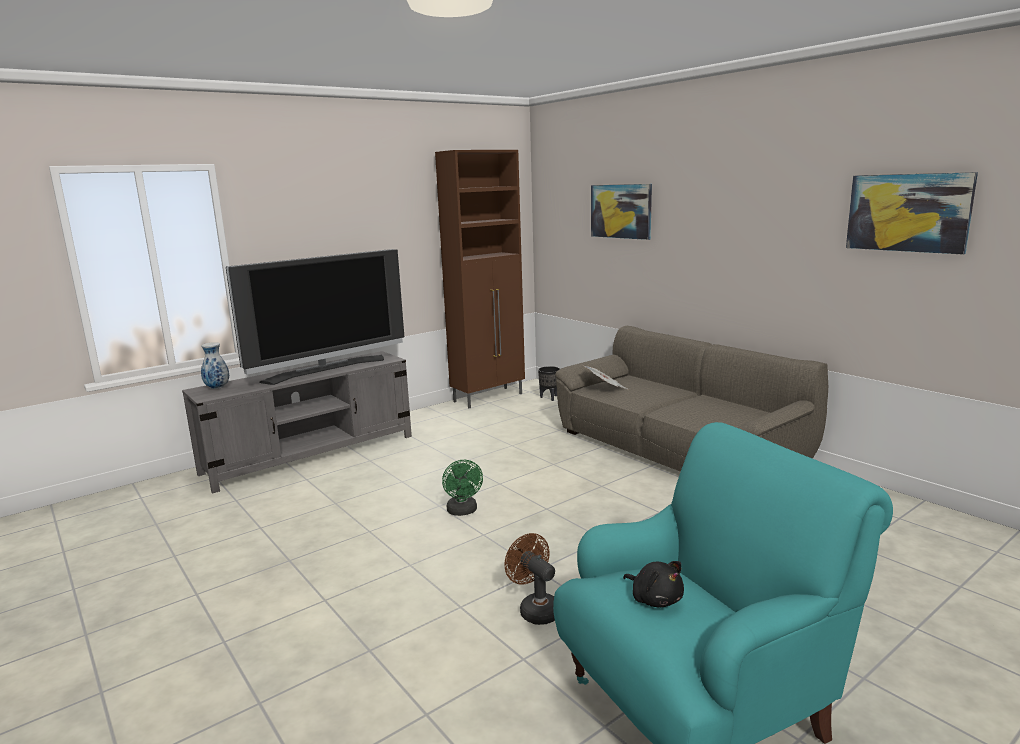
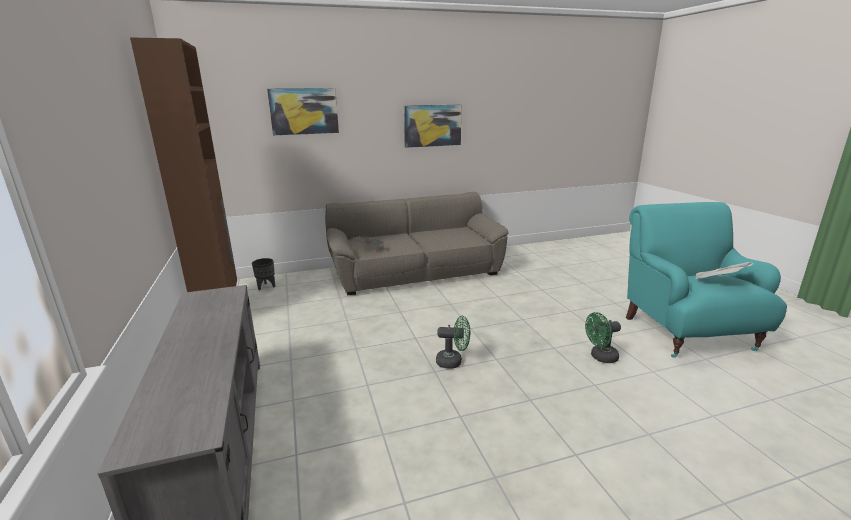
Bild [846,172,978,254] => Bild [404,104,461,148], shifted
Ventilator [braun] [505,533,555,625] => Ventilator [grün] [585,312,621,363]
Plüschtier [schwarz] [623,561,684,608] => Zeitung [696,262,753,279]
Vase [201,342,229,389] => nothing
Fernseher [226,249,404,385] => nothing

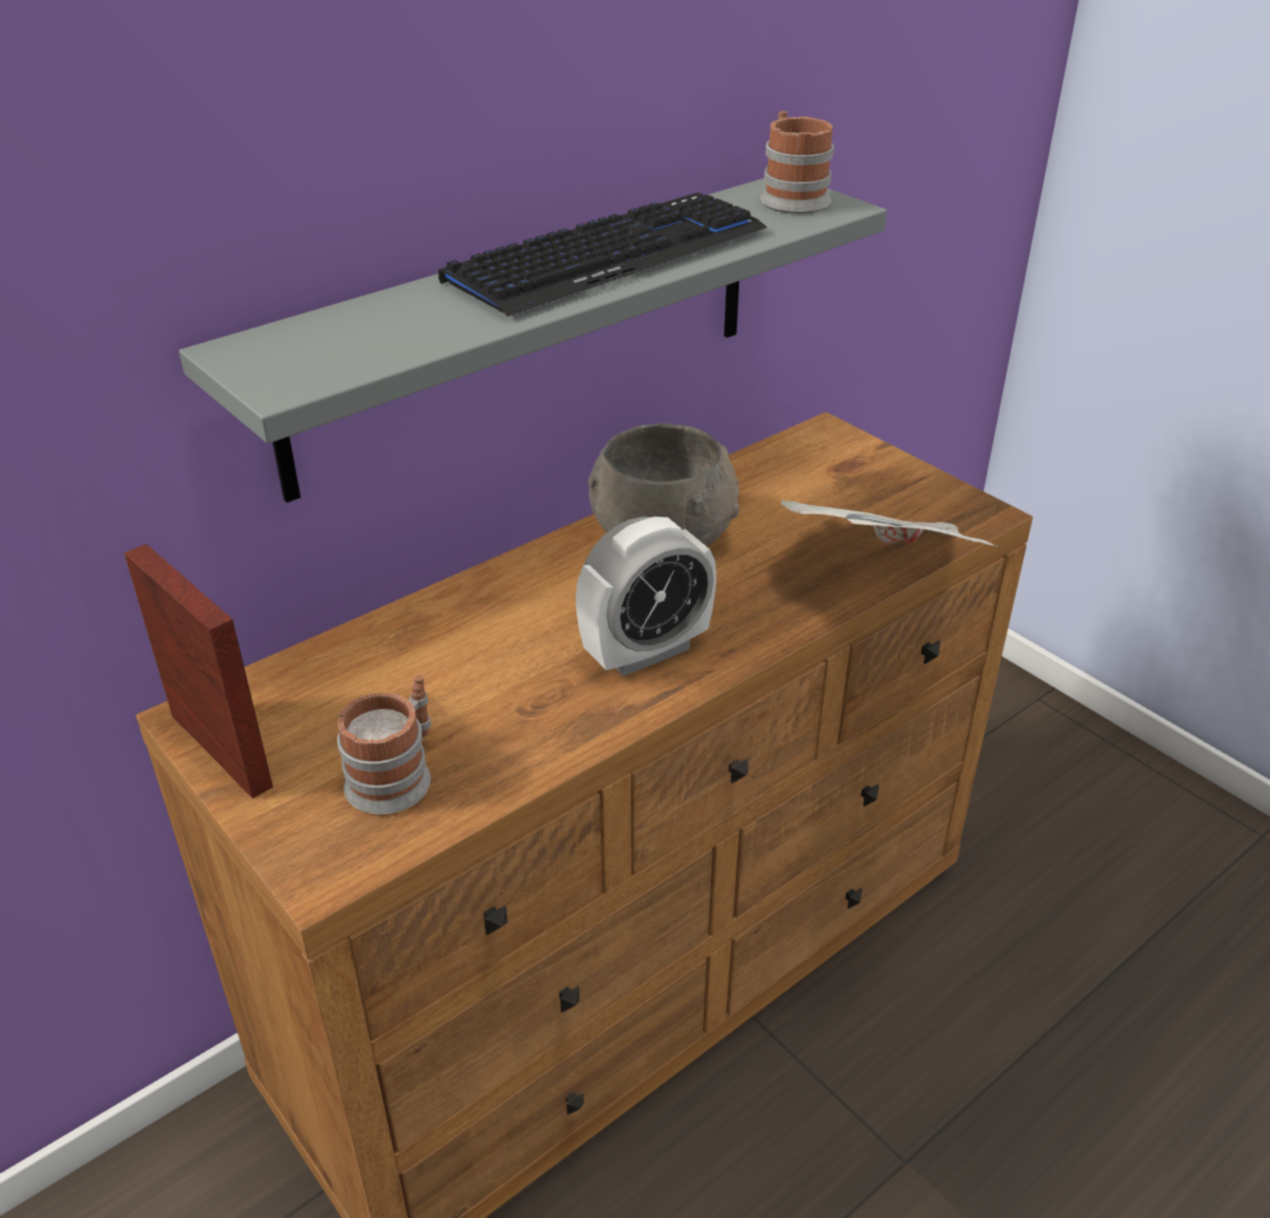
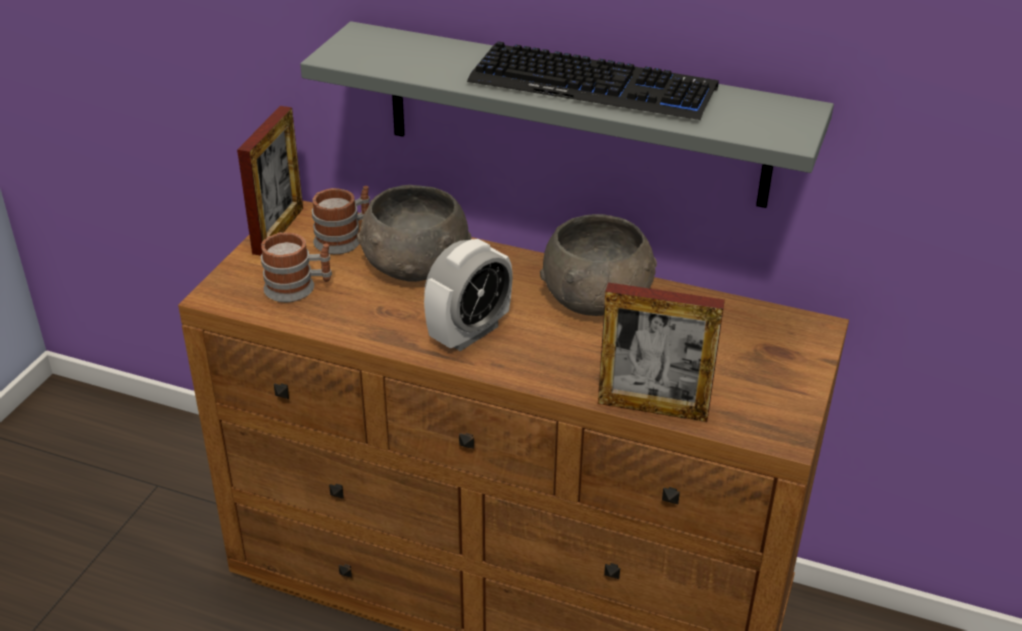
Henkelbecher [761,111,834,214] => Henkelbecher [312,186,370,254], shifted
nothing => Schüssel [grau] [357,185,471,282]
Wecker [575,517,717,676] => Wecker [424,239,513,351], 75 degrees counterclockwise
Zeitung [781,500,1001,548] => Bilderrahmen [598,282,725,422]

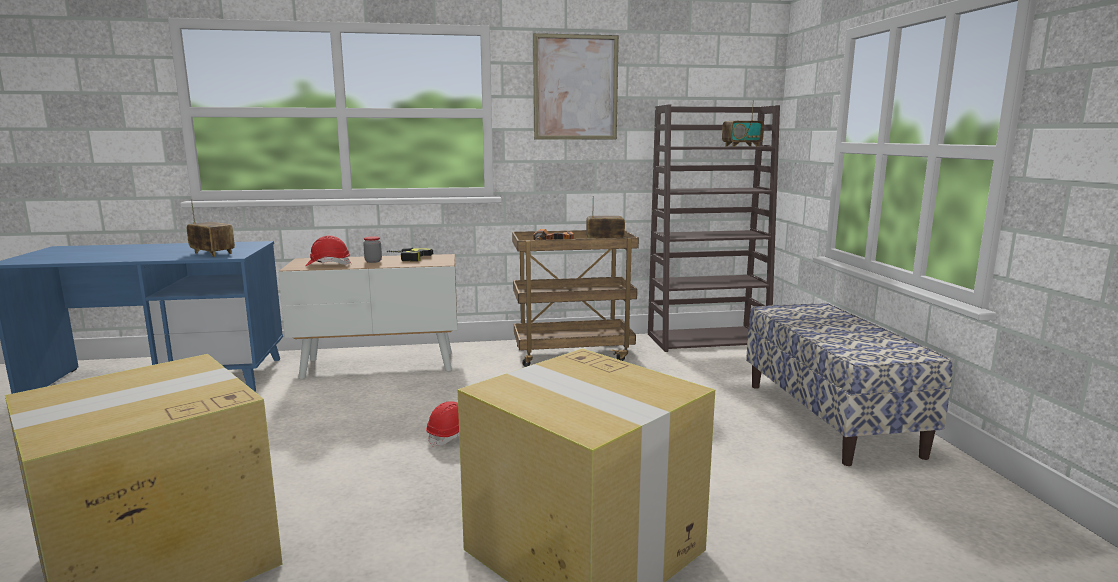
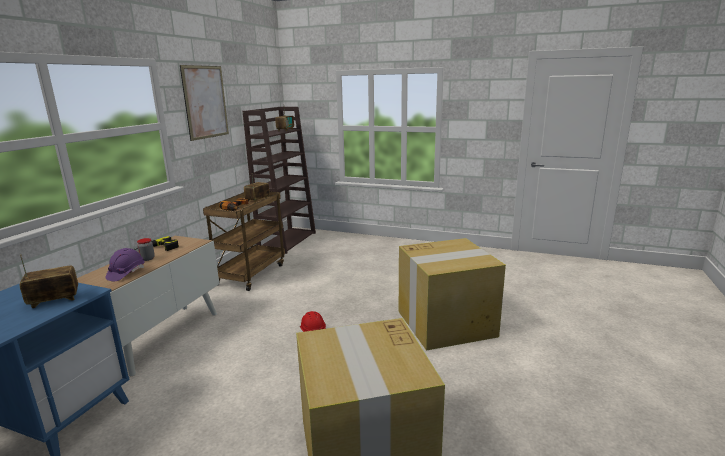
Schutzhelm [rot] [305,235,351,266] => Schutzhelm [lila] [105,248,145,281]
Bank [746,303,953,466] => nothing

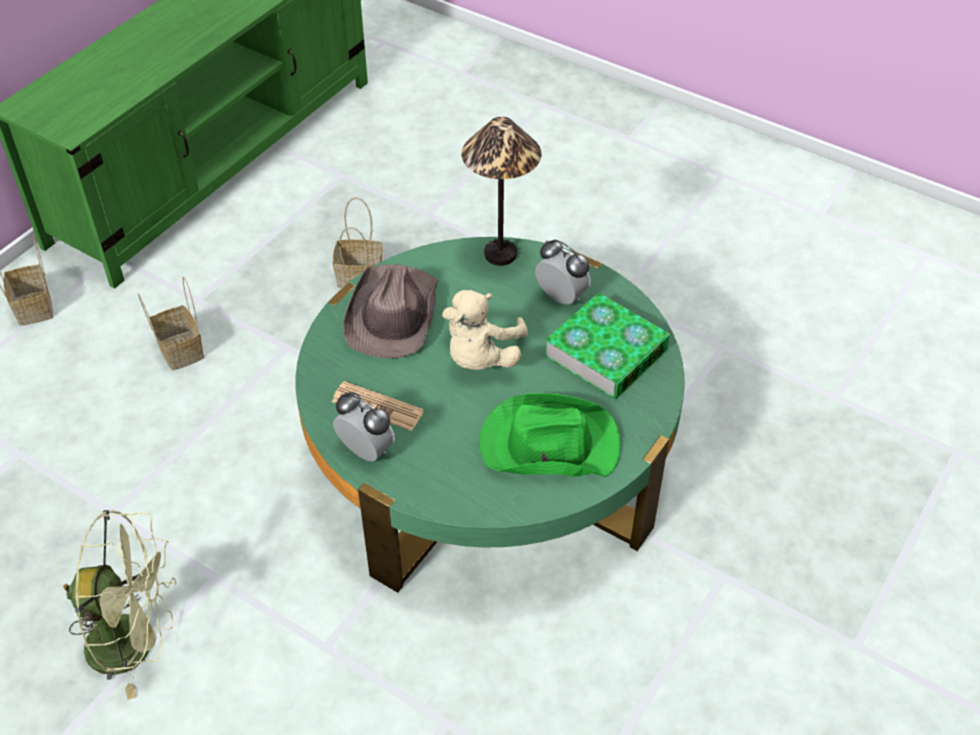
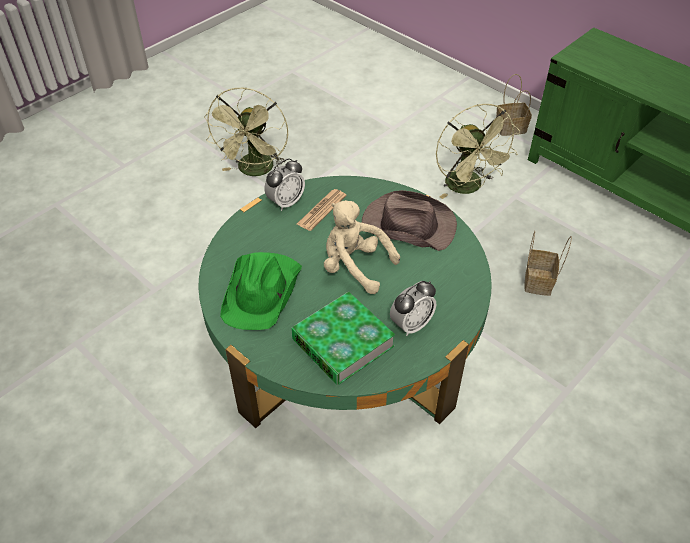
Korb [138,276,204,370] => Ventilator [grün] [436,104,520,199]
Tischlampe [462,117,541,266] => nothing

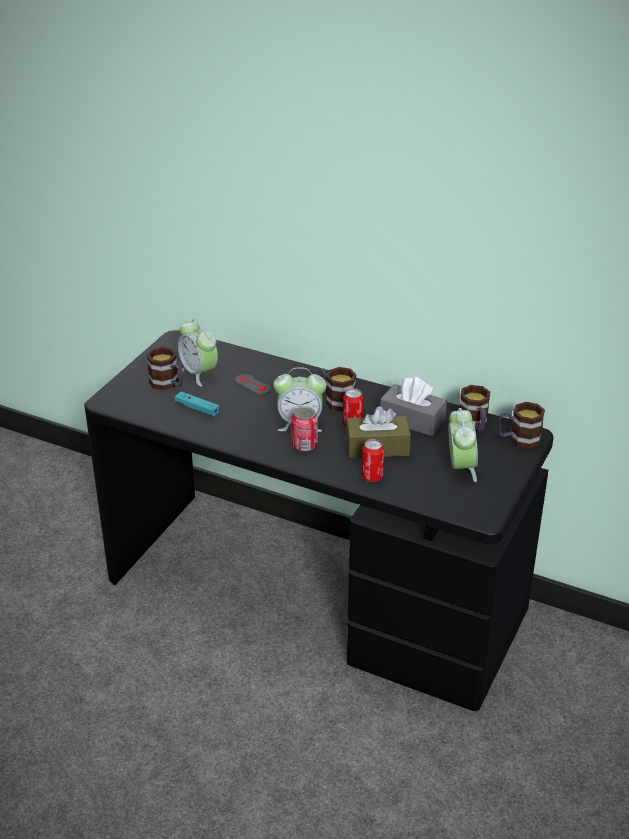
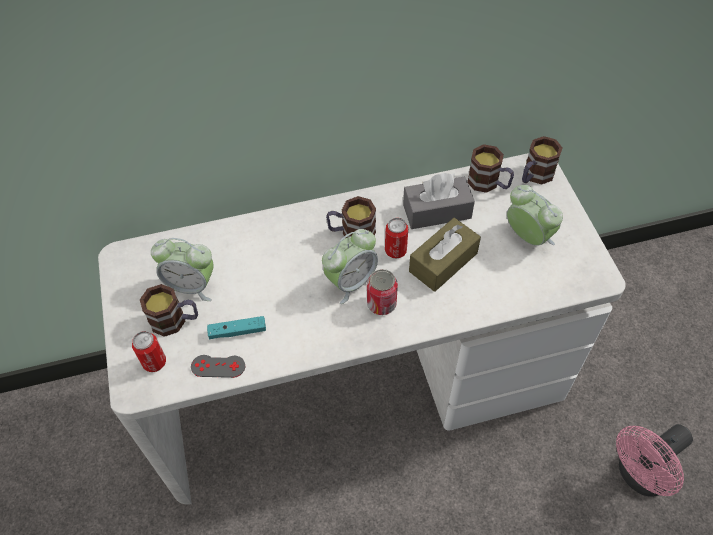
Schreibtisch [schwarz] [84,330,553,711] => Schreibtisch [weiß] [98,153,626,504]
Dose [362,439,384,482] => Dose [132,331,166,372], shifted
Gamepad [grau] [235,374,271,395] => Gamepad [grau] [191,355,245,378], shifted
nothing => Ventilator [rosa] [616,424,693,497]

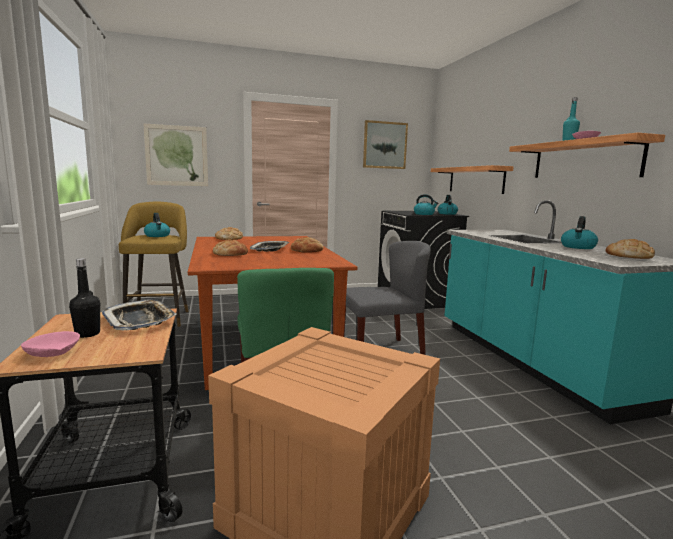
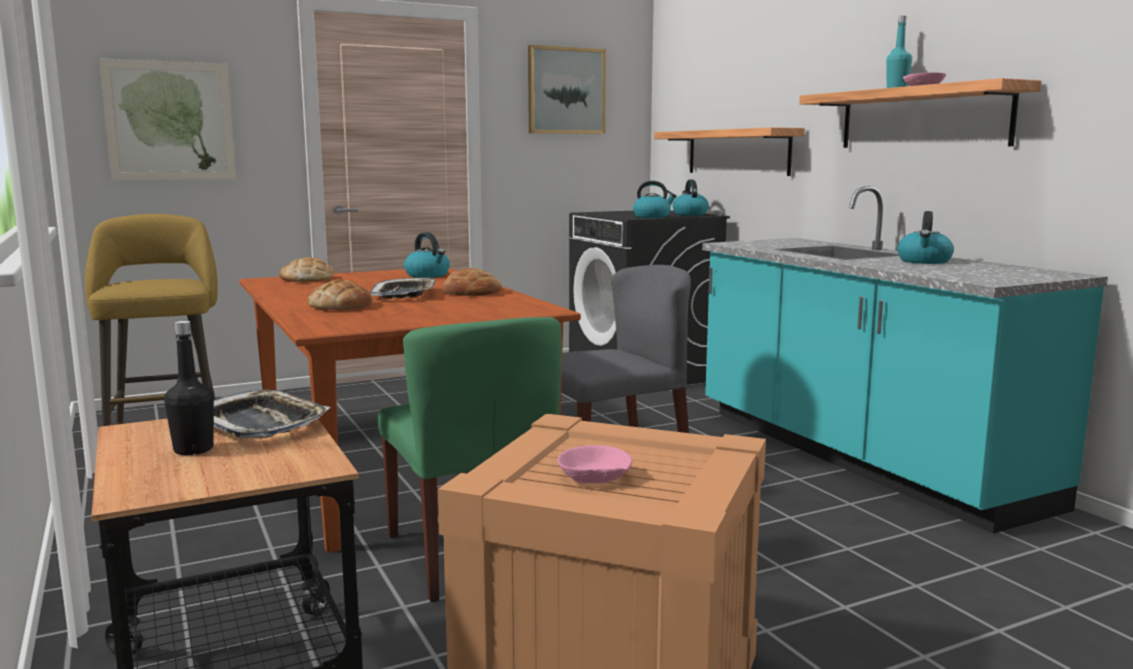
Wasserkessel [144,213,170,237] => Wasserkessel [404,232,450,278], shifted
Schüssel [rosa] [21,331,80,357] => Schüssel [rosa] [557,445,632,484], shifted
Brot [606,239,655,259] => nothing

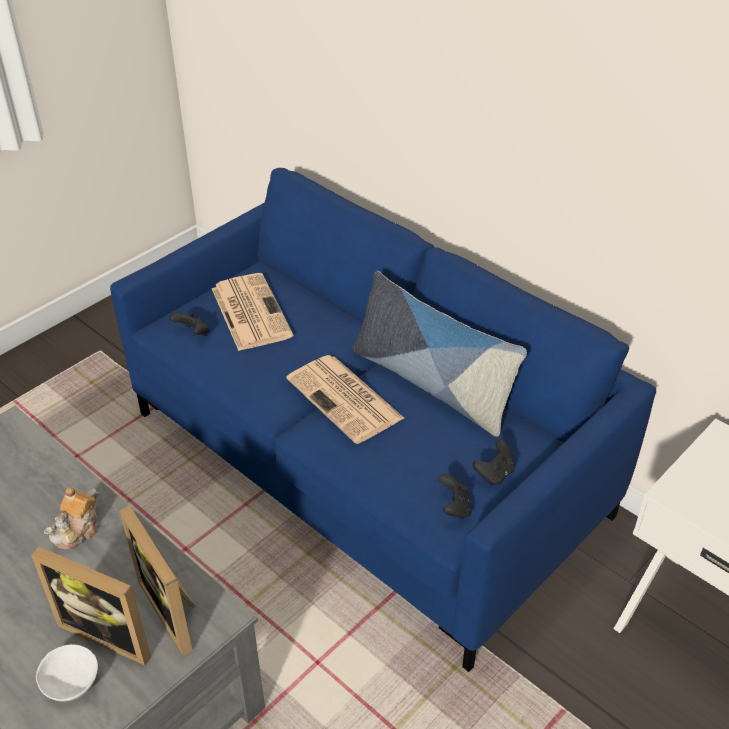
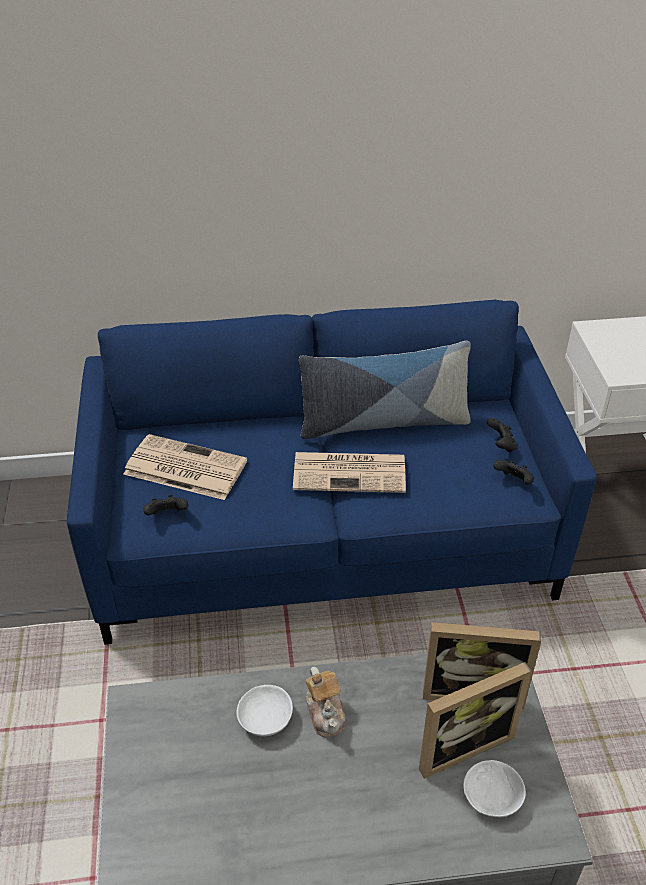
nothing => Schüssel [weiß] [236,685,293,736]

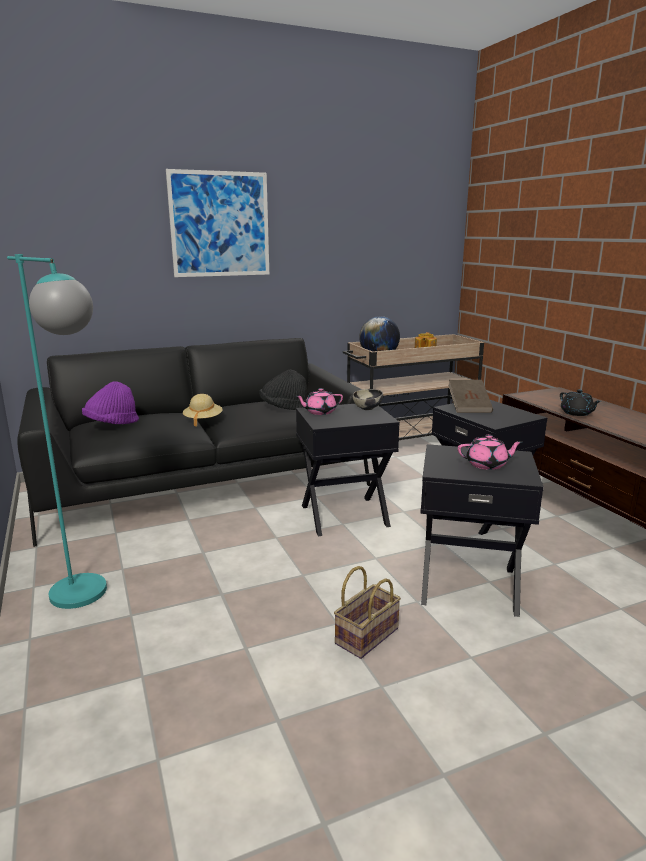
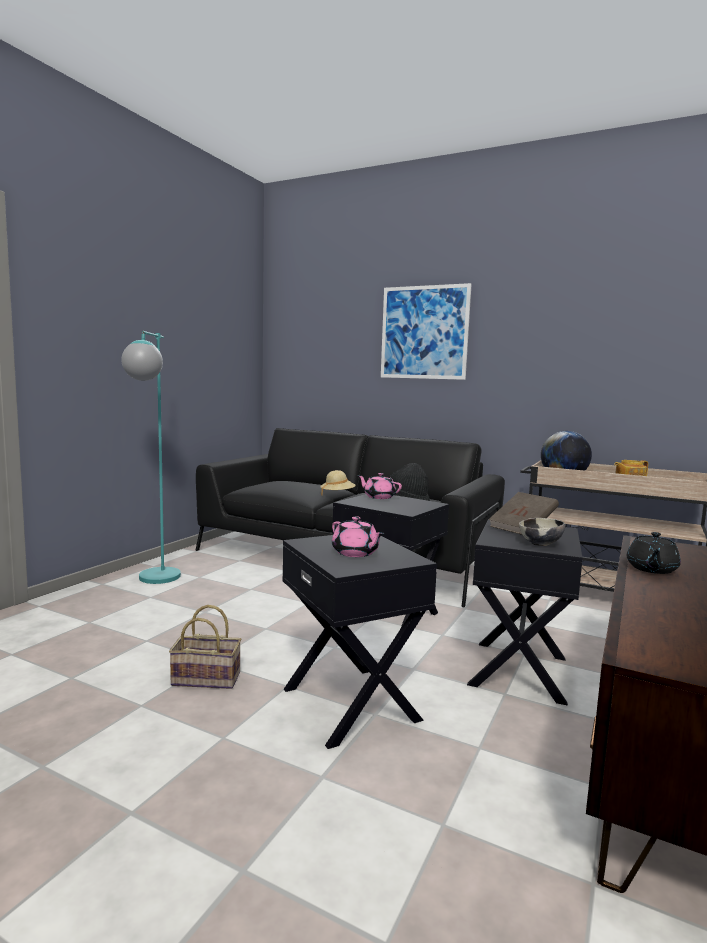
Schüssel [353,389,383,410] => Schüssel [519,518,565,546], shifted
Hut [lila] [82,381,139,424] => nothing

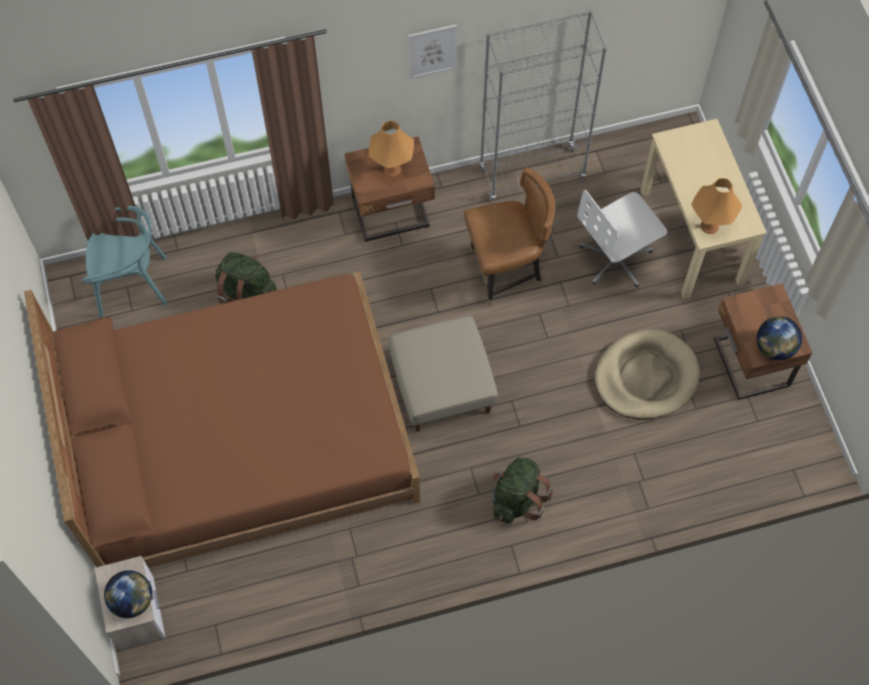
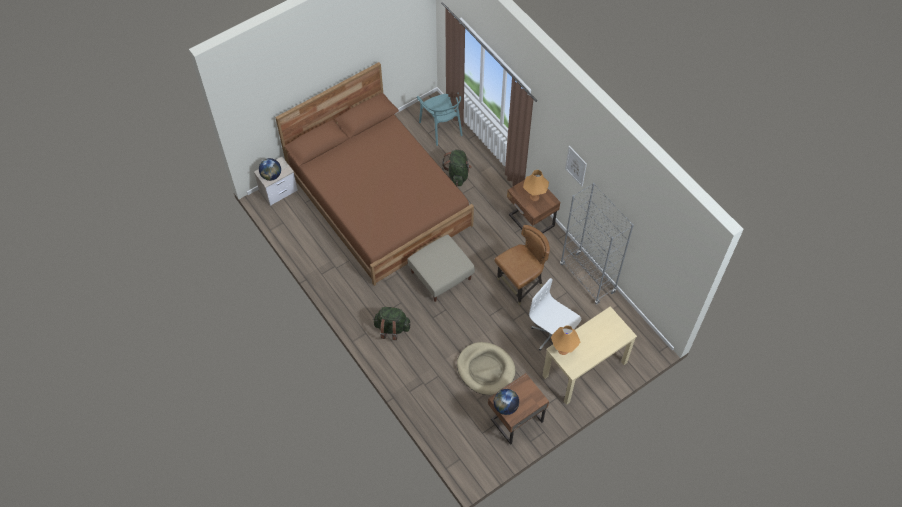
Stuhl [braun] [464,167,556,305] => Stuhl [braun] [494,225,550,306], 90 degrees counterclockwise

